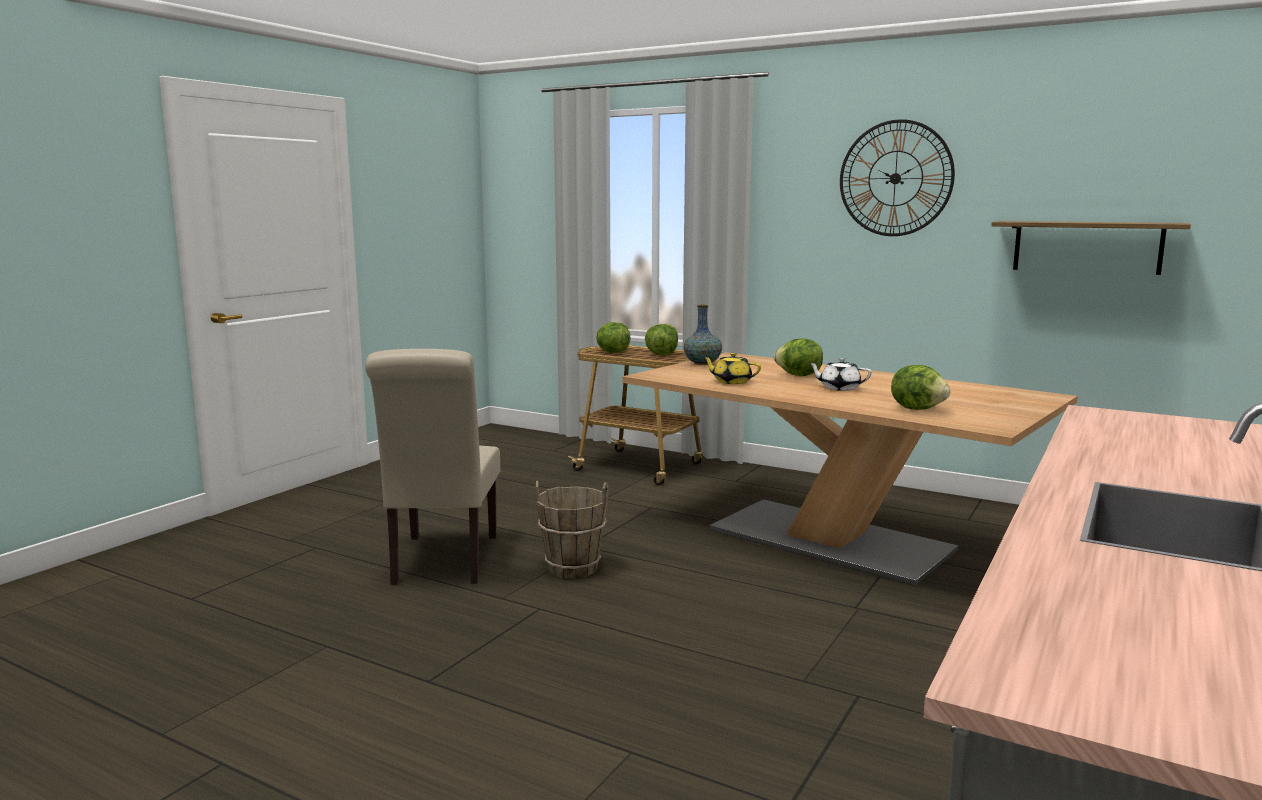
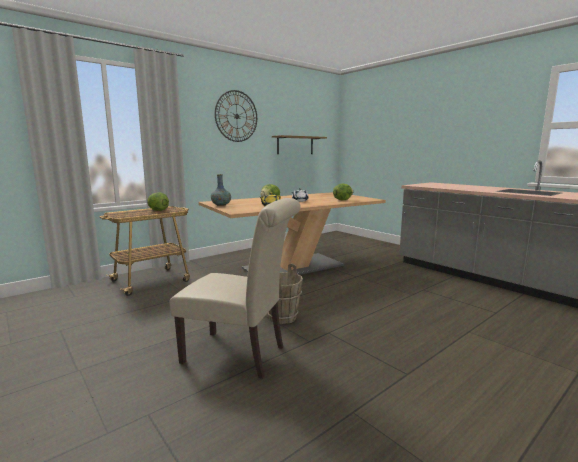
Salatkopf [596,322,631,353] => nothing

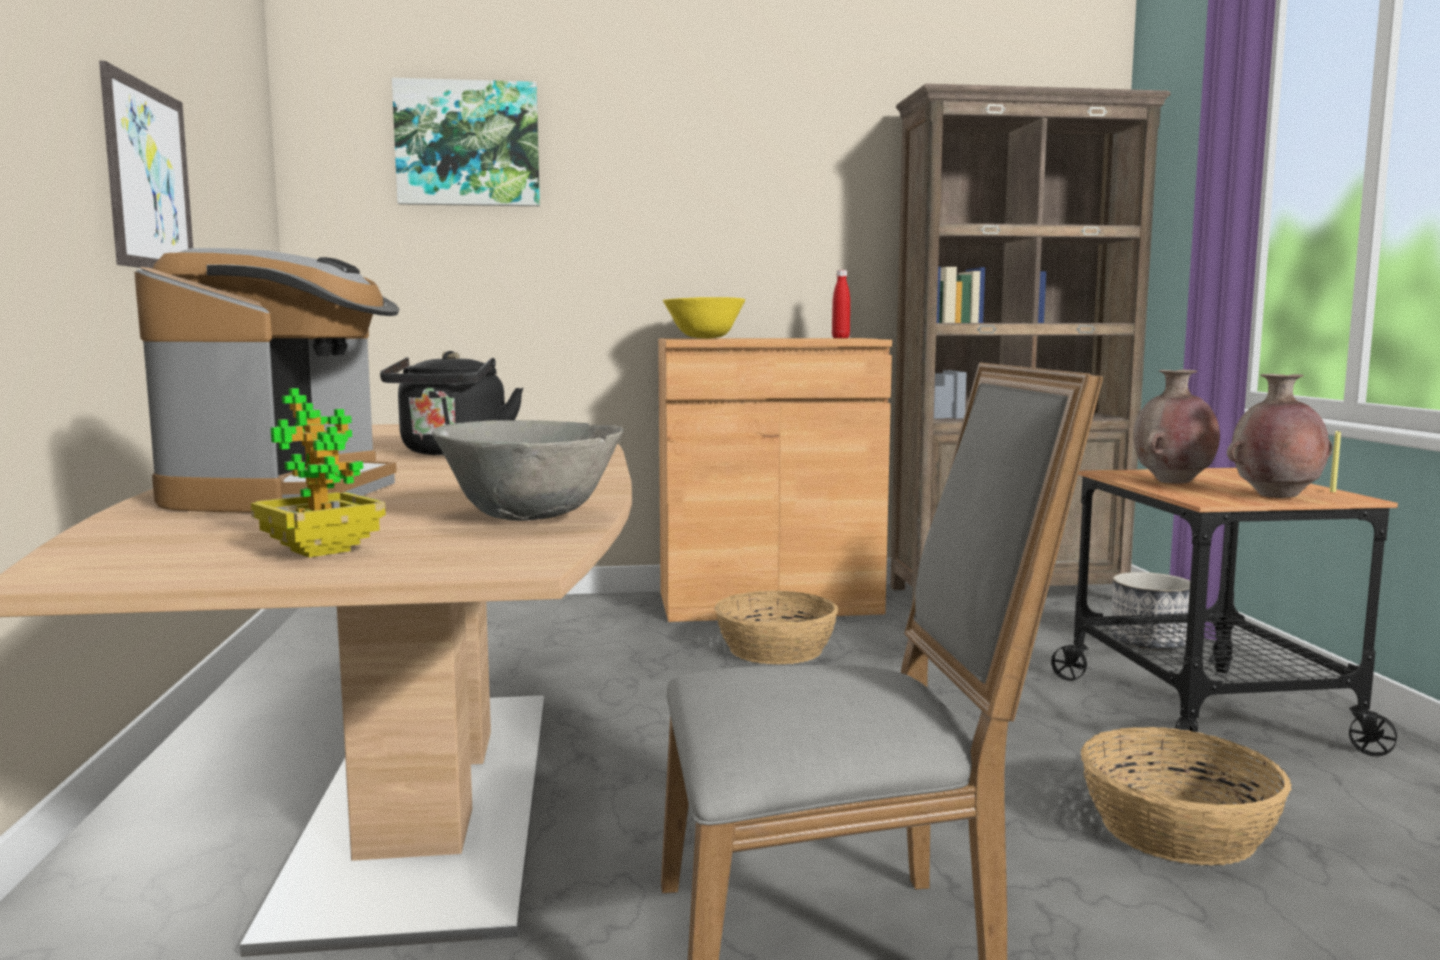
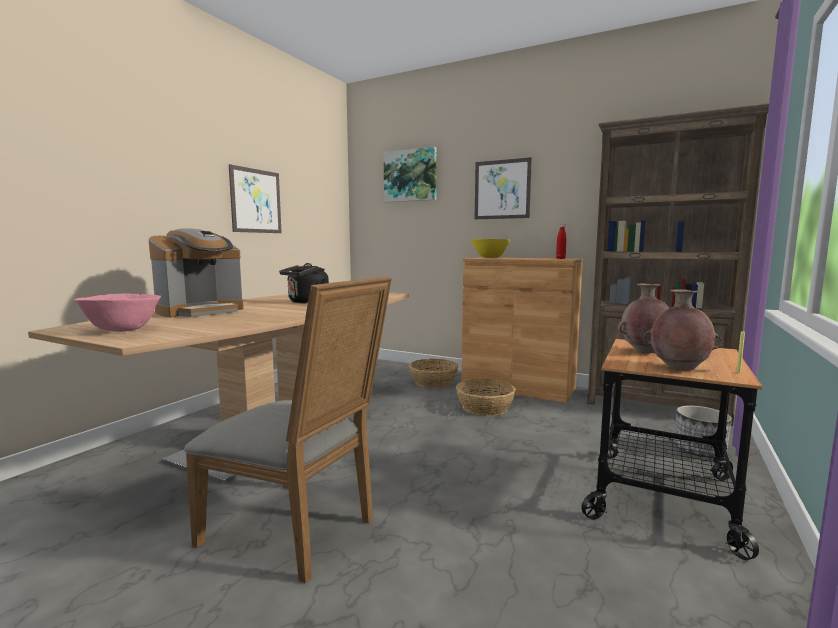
Topfpflanze [251,388,386,558] => Schüssel [rosa] [74,294,161,332]
Korb [1081,727,1292,865] => Korb [409,359,459,388], shifted
nothing => Bild [475,157,532,219]
Schüssel [grau] [432,420,624,521] => nothing

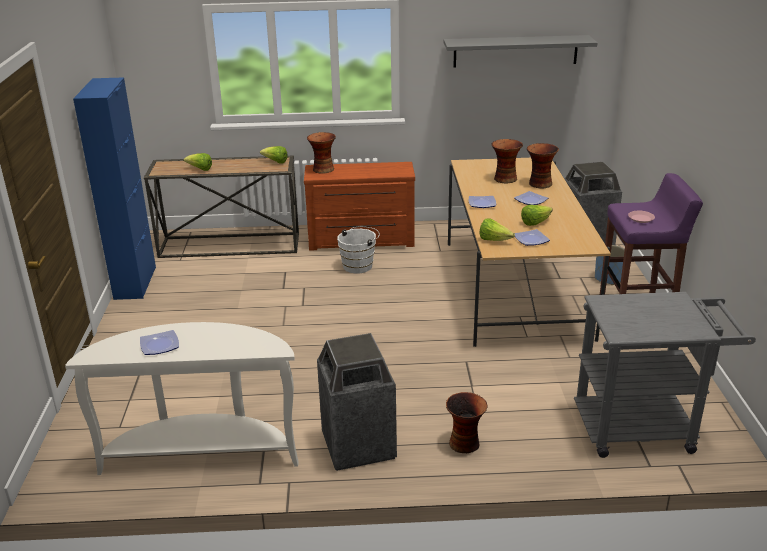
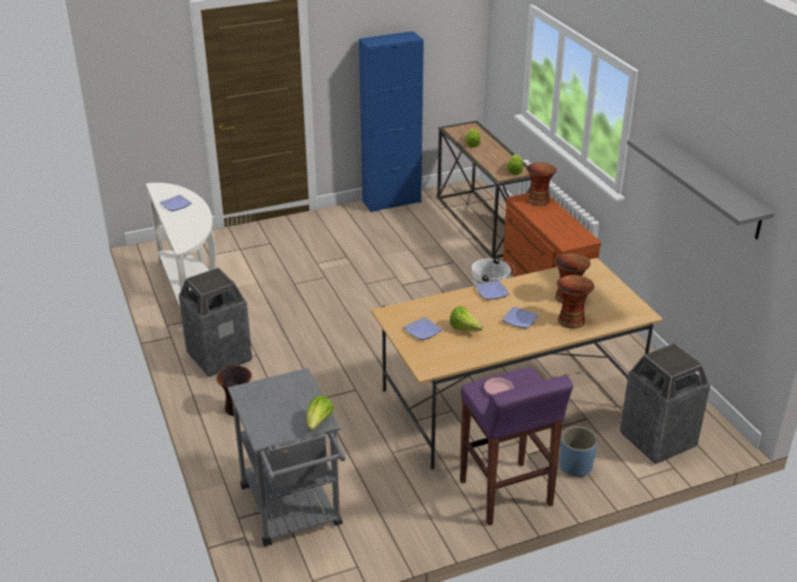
Salatkopf [479,218,515,241] => Salatkopf [306,395,334,431], shifted

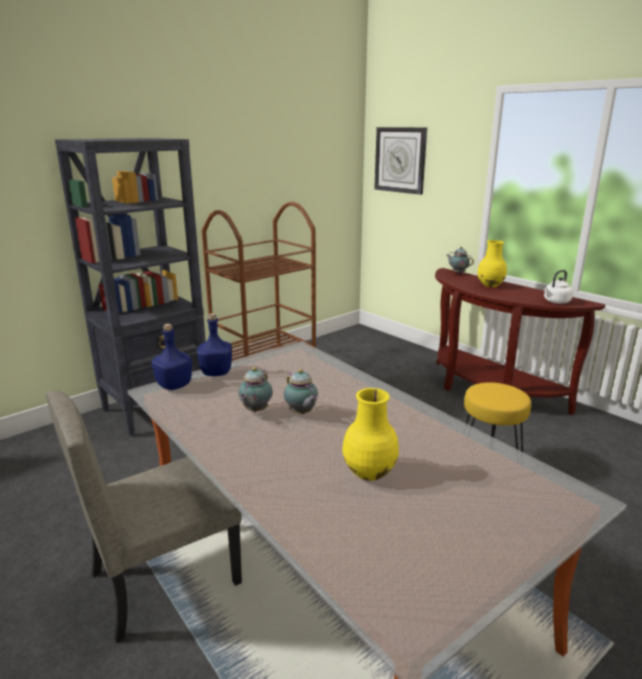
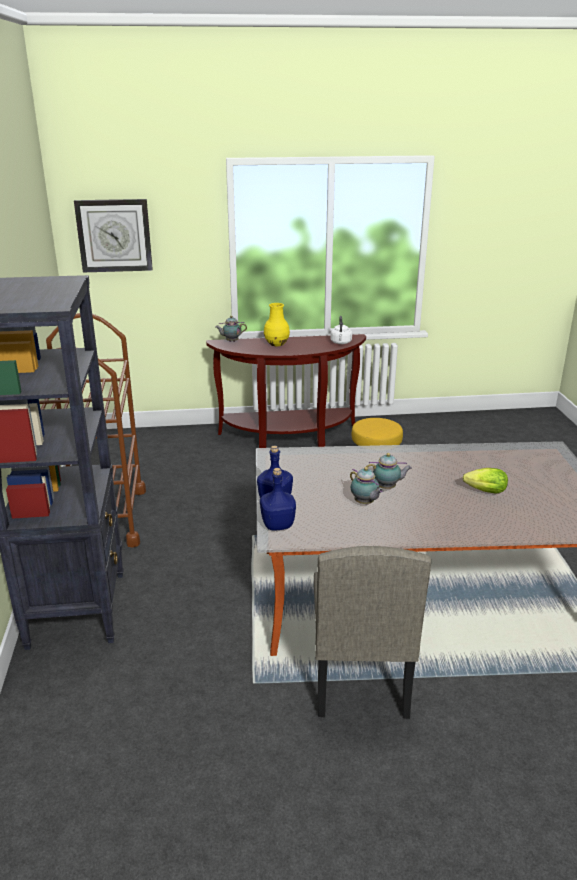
Vase [gelb] [342,388,399,481] => Salatkopf [462,468,508,494]

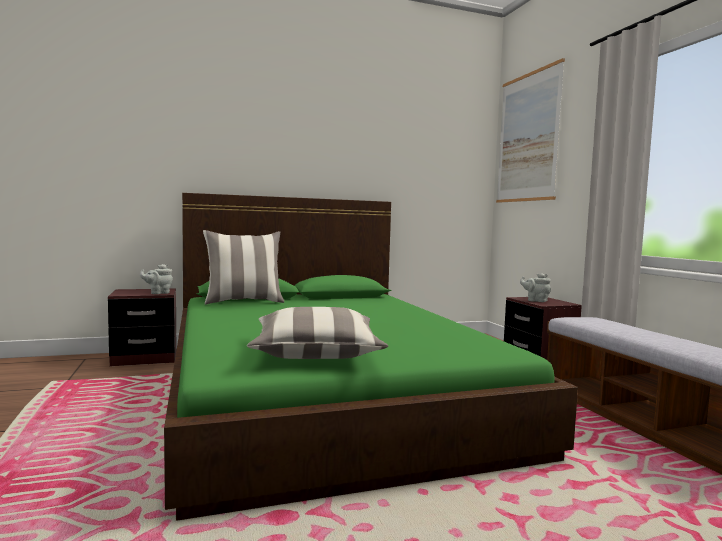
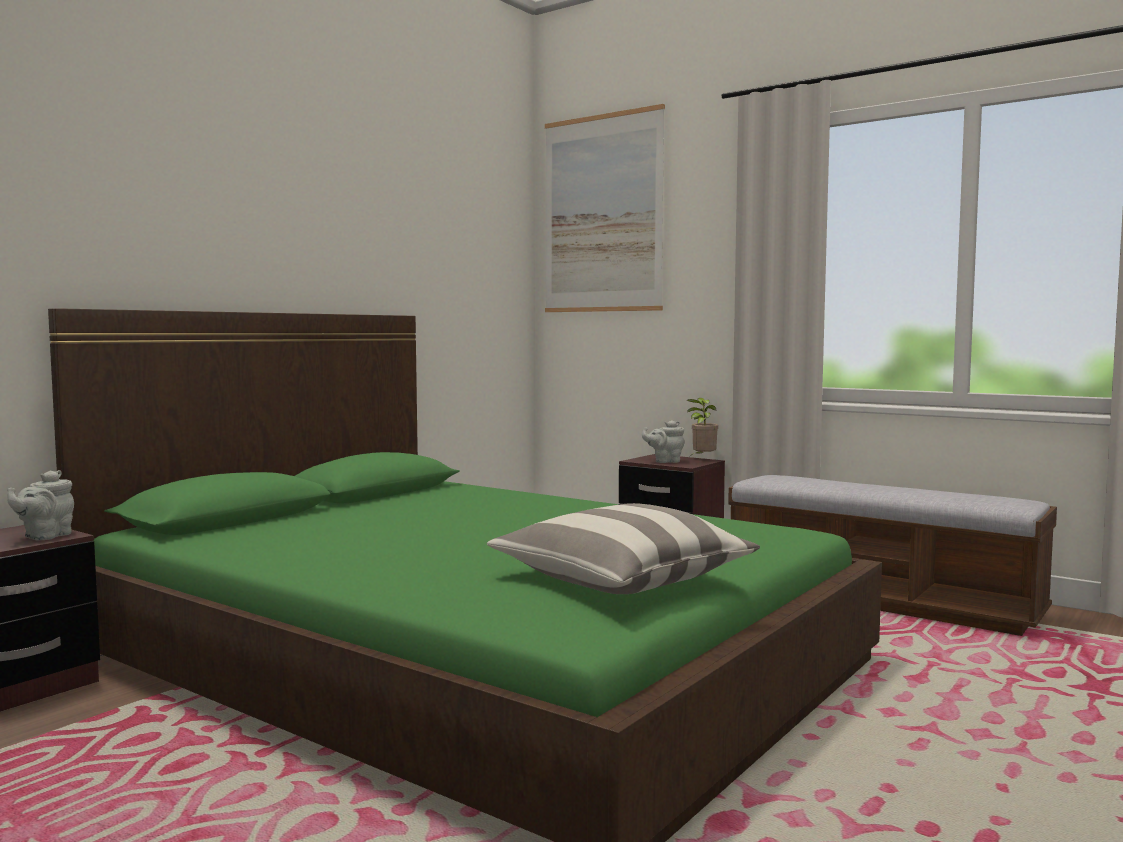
nothing => Topfpflanze [687,398,718,456]
Kissen [203,230,284,305] => nothing

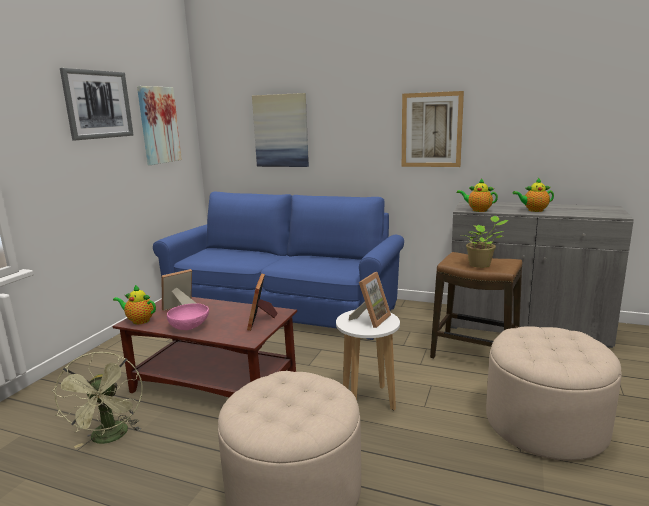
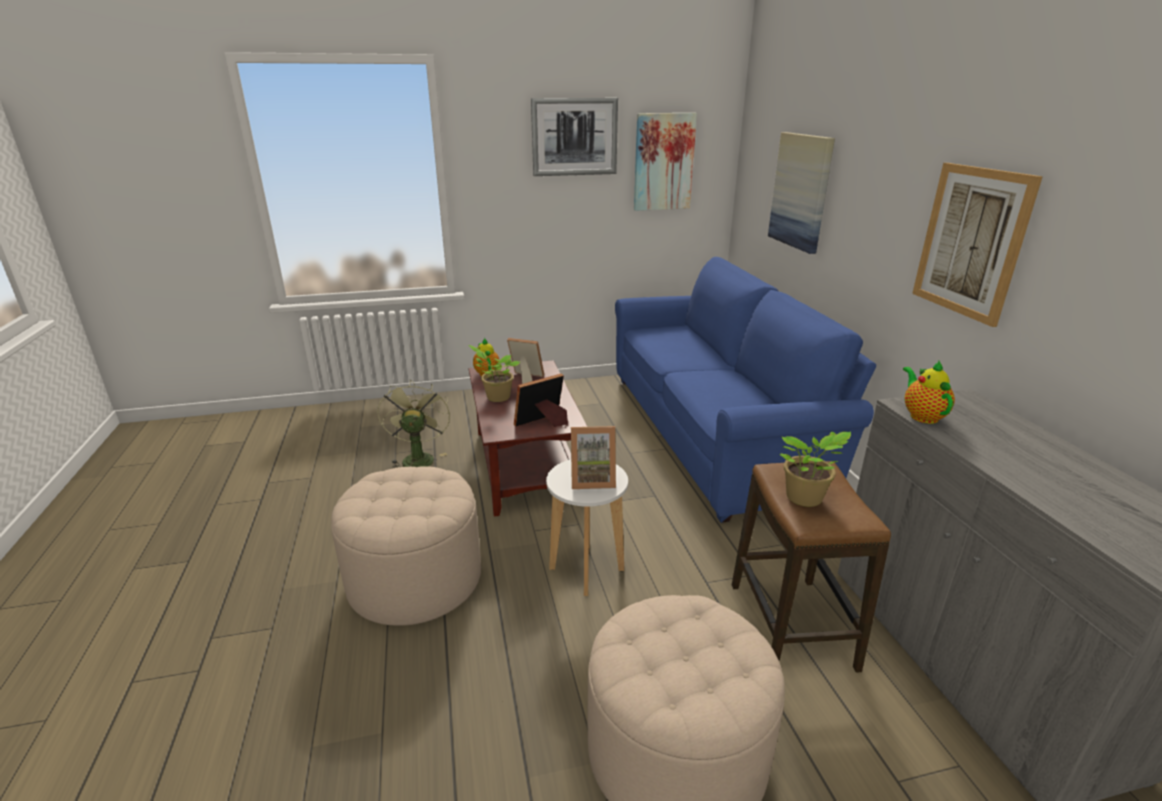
Ventilator [grün] [53,352,143,448] => Ventilator [grün] [377,380,450,469], 135 degrees clockwise
Schüssel [rosa] [167,303,209,330] => Topfpflanze [468,345,520,402]
Teekanne [512,178,554,212] => nothing

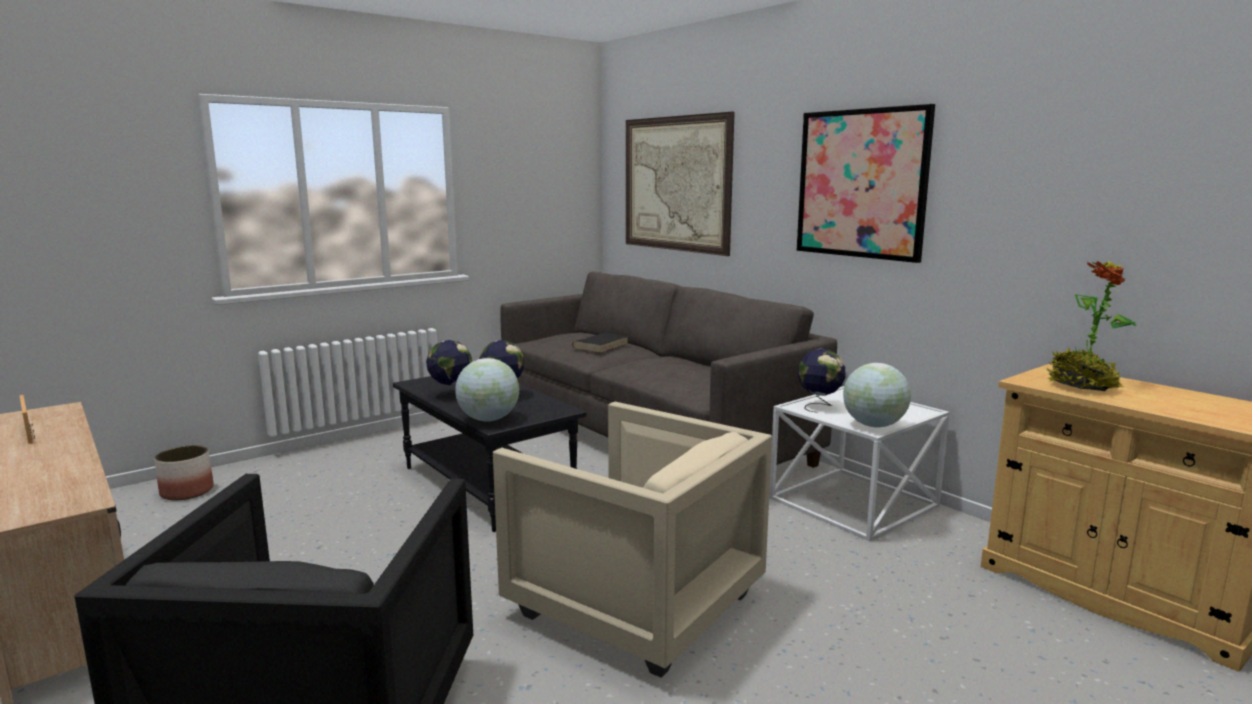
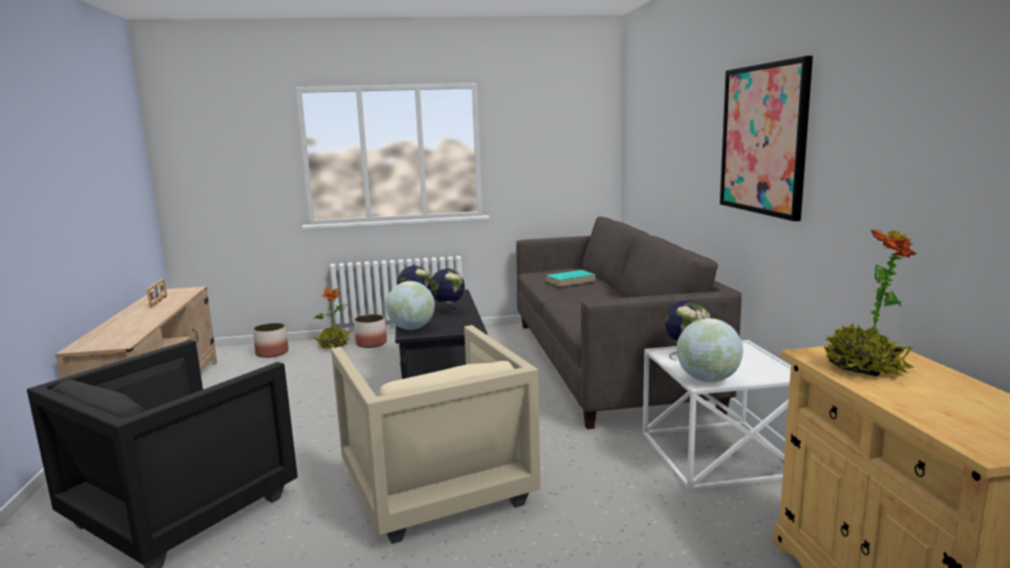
nothing => Topfpflanze [314,287,350,349]
nothing => Pflanzkübel [354,314,387,348]
Buch [schwarz] [572,333,629,353] => Buch [türkis] [545,270,596,287]
Bild [626,112,735,256] => nothing

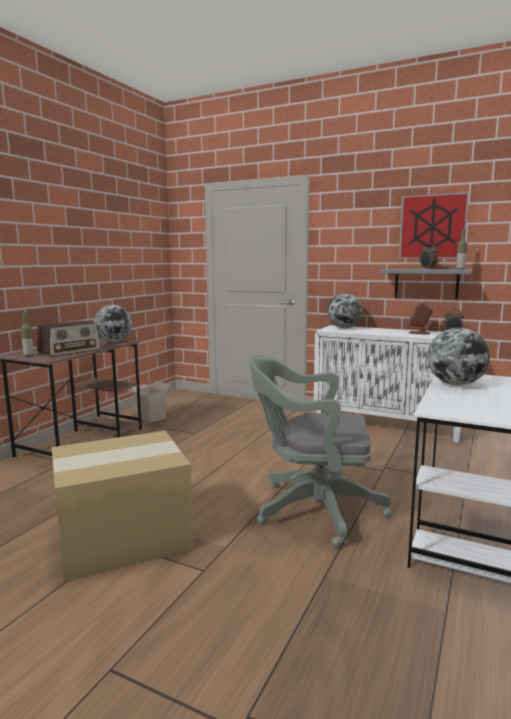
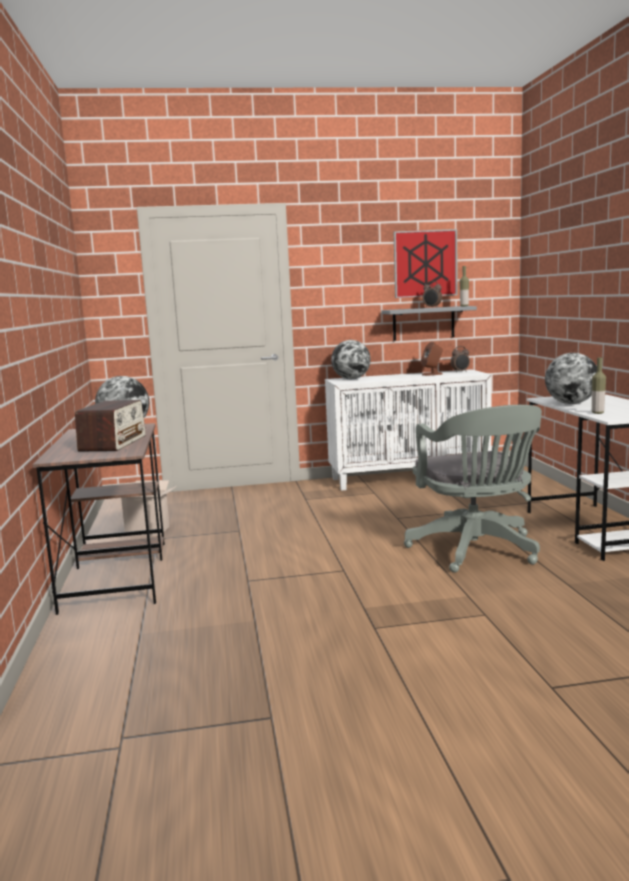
Bürostuhl [grau] [249,355,391,548] => Bürostuhl [grau] [404,405,542,573], 75 degrees counterclockwise
Flasche [21,313,34,357] => Flasche [592,357,606,414], shifted
Karton [52,431,194,582] => nothing

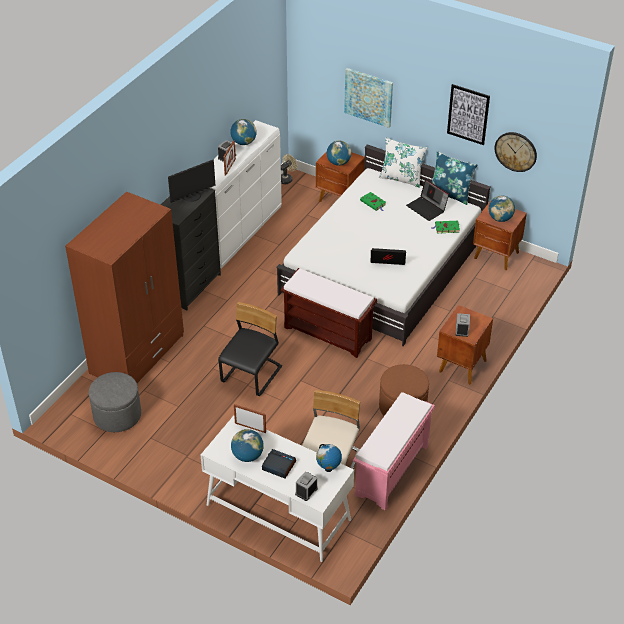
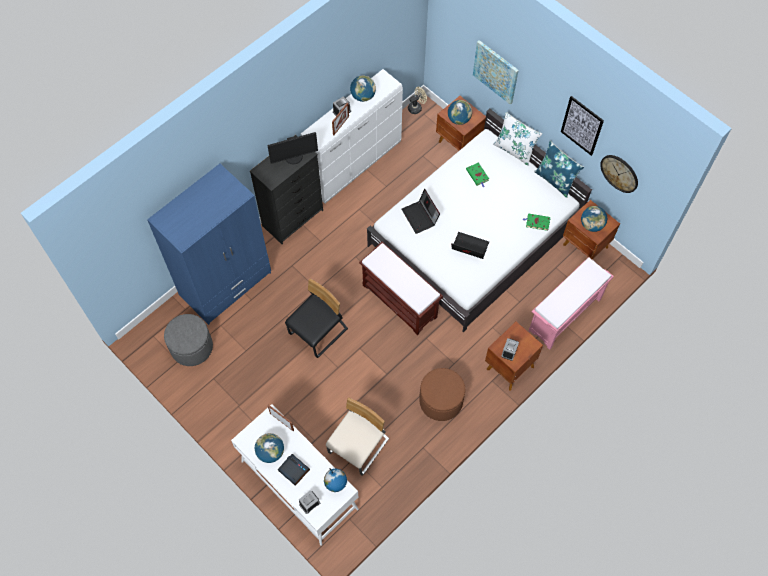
Kleiderschrank [braun] [65,192,184,383] => Kleiderschrank [blau] [147,164,271,325]
Laptop [406,179,449,221] => Laptop [401,189,440,234], shifted
Bank [rosa] [353,392,435,510] => Bank [rosa] [529,257,614,350], shifted

